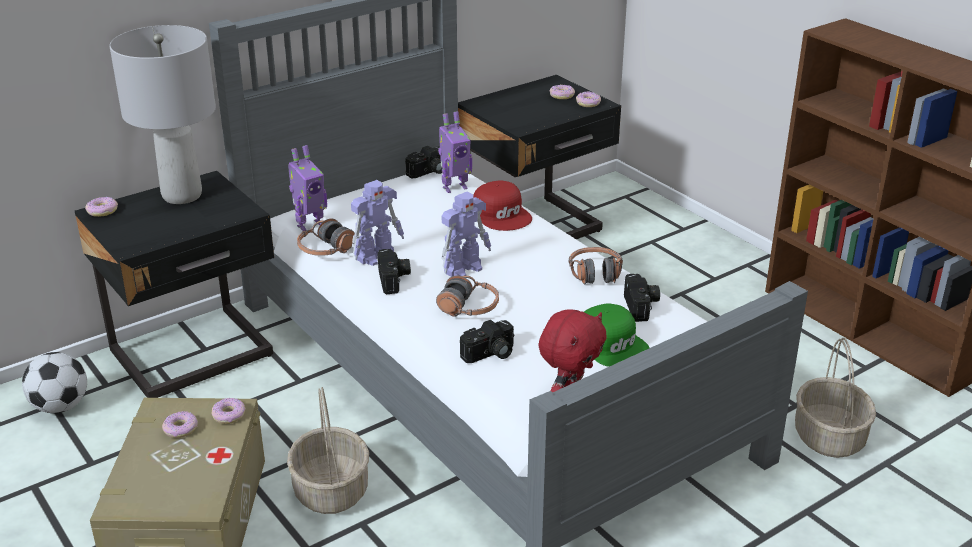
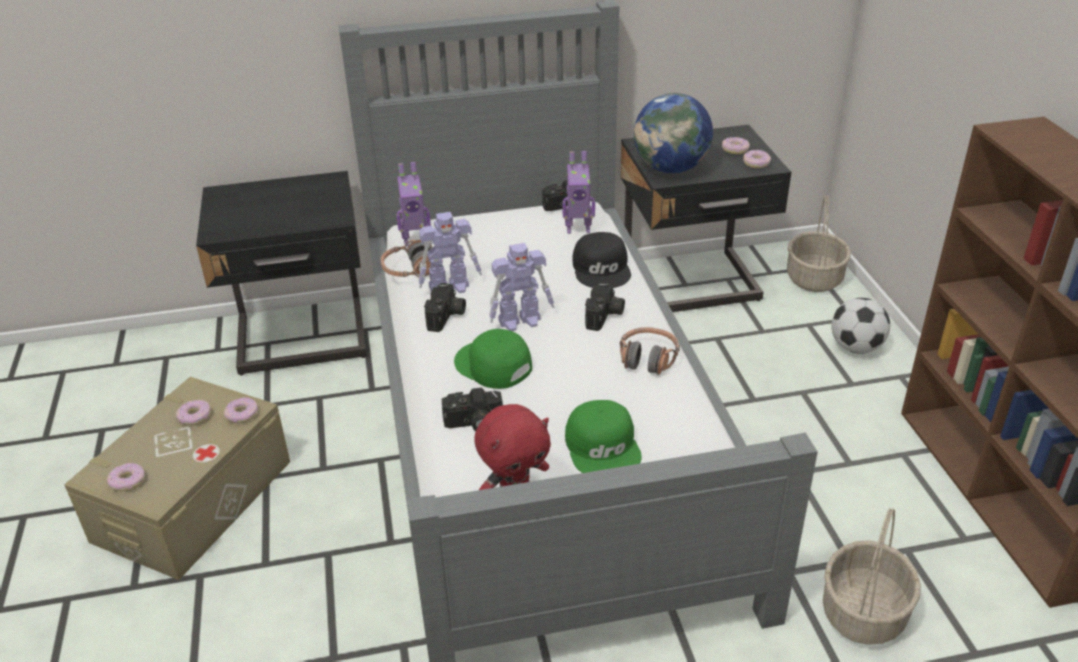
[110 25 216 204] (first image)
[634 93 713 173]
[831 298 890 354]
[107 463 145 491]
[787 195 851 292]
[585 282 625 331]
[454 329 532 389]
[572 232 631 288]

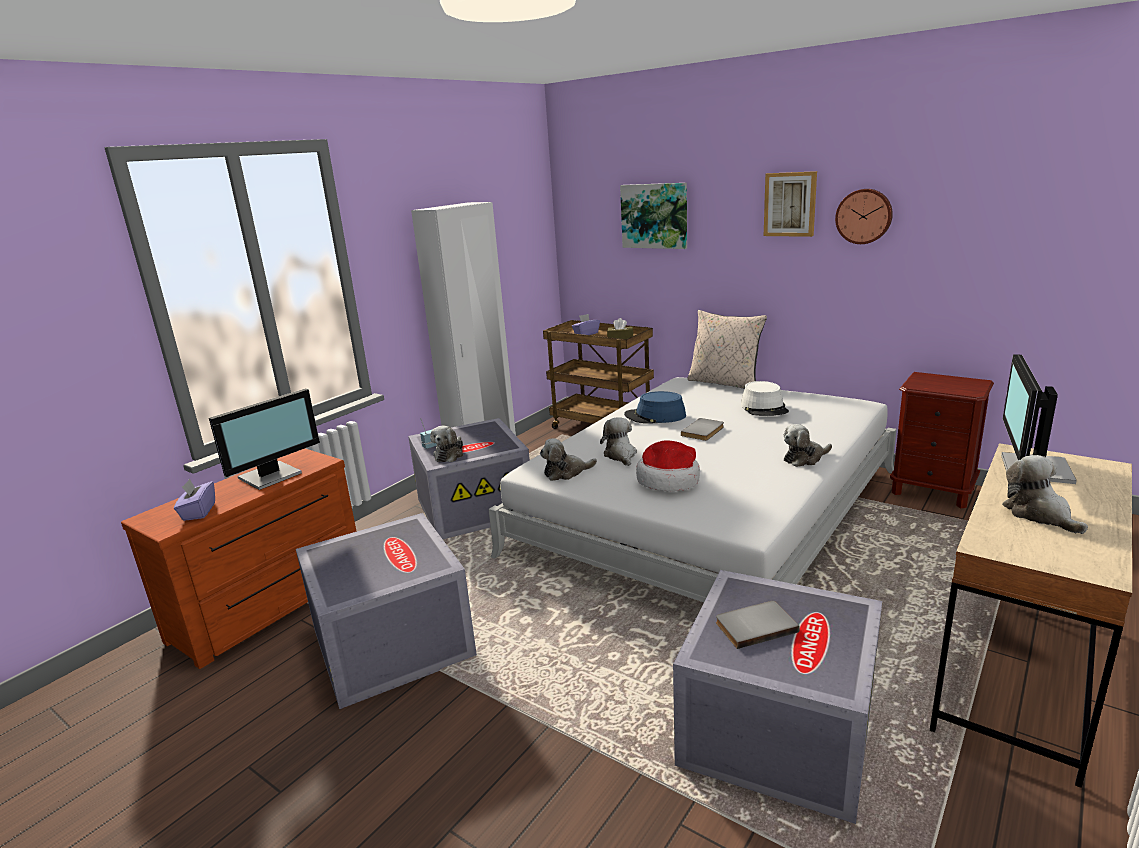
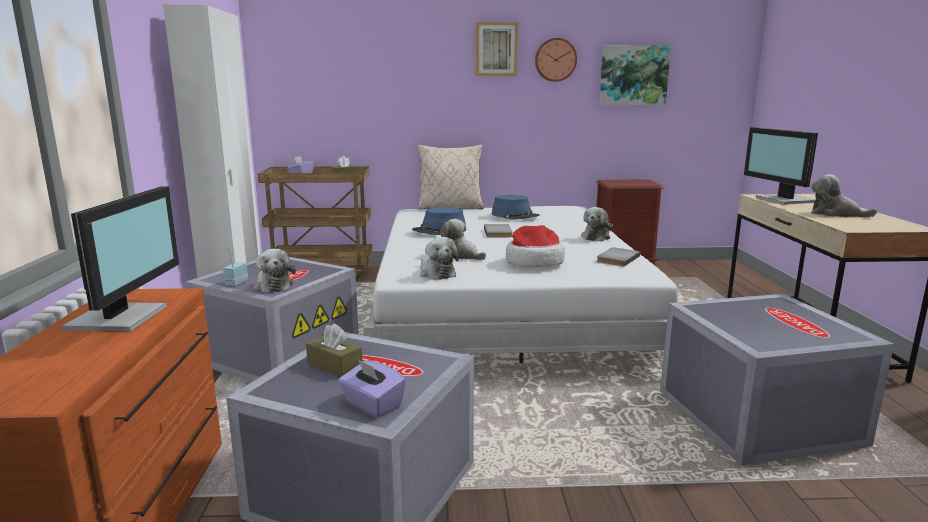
[306 323 362 377]
[338 358 406 418]
[599 45 671 105]
[596 247 640 266]
[492 195 540 220]
[420 237 459 280]

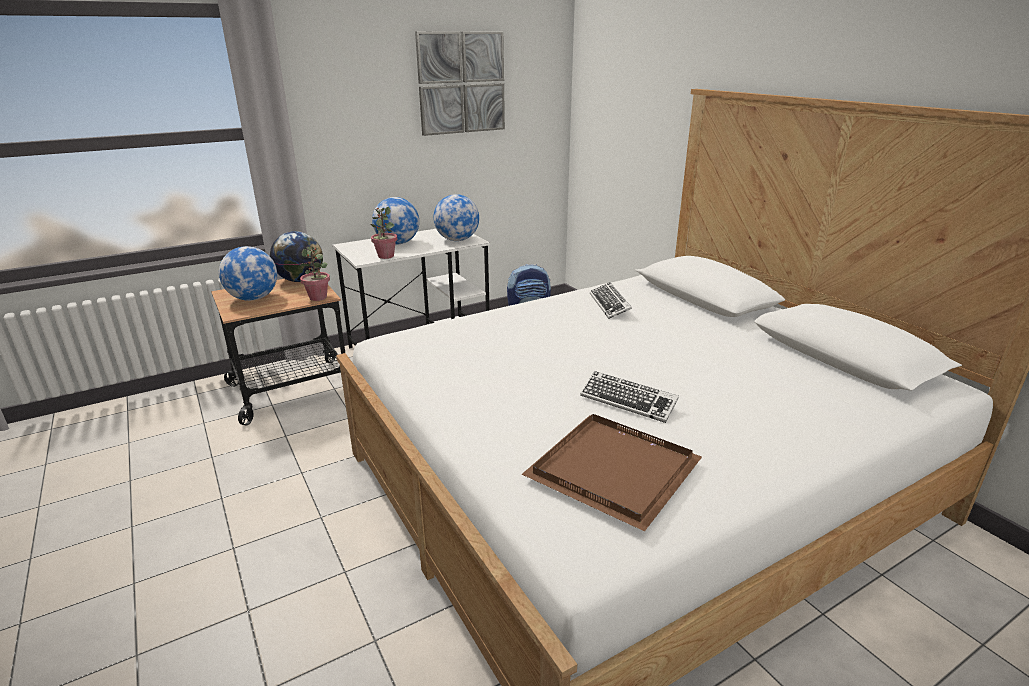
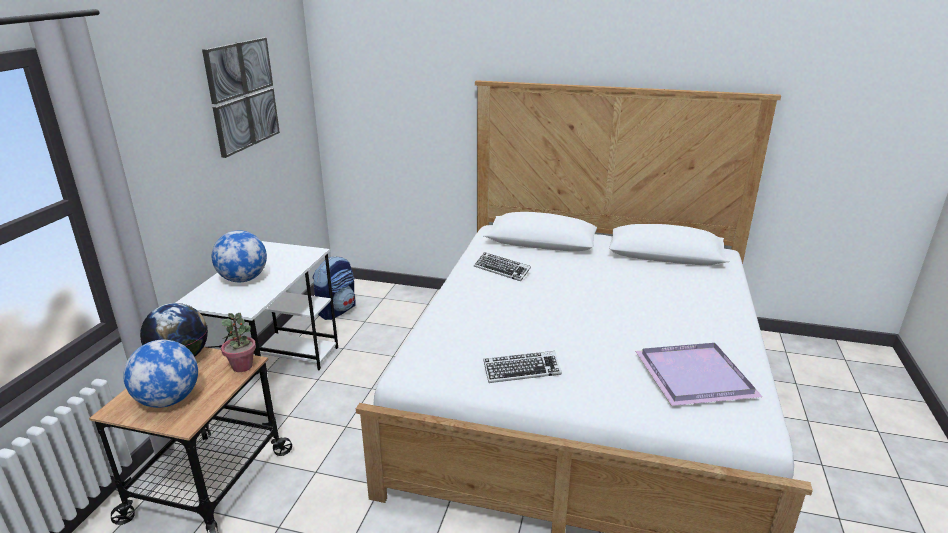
[370 207 398 259] (first image)
[433 194 479 241] (first image)
[483 351 562 383]
[635 343 763 406]

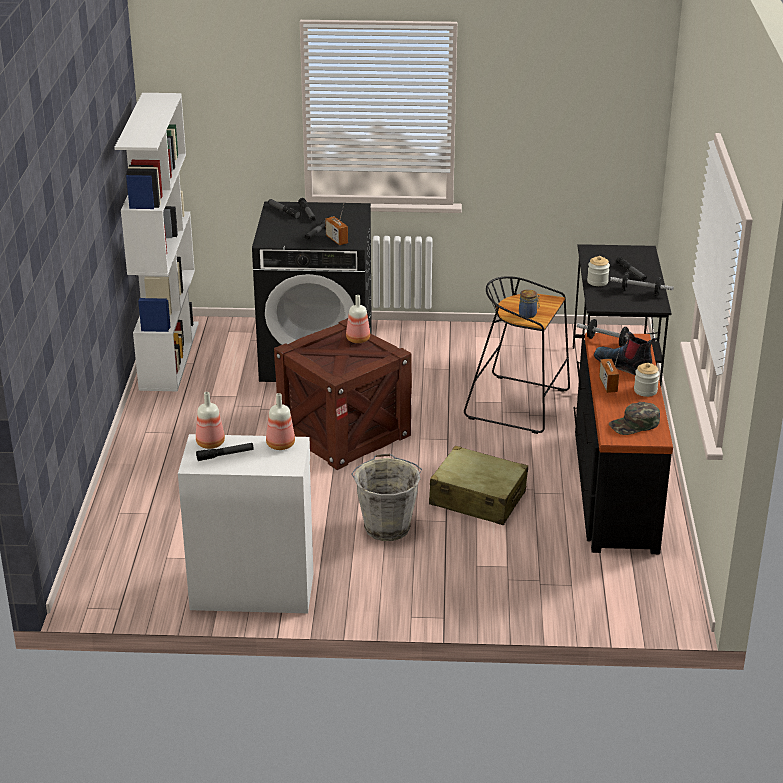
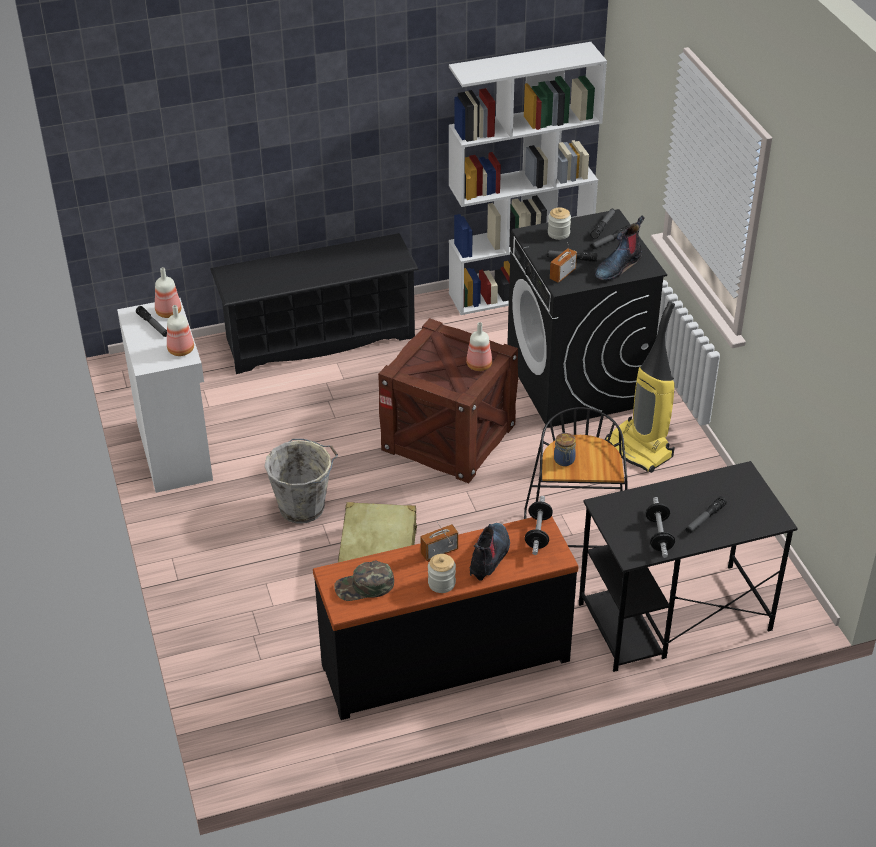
[210 233 419 374]
[595 216 645 280]
[605 301 675 473]
[548 207 571 240]
[334 560 394 601]

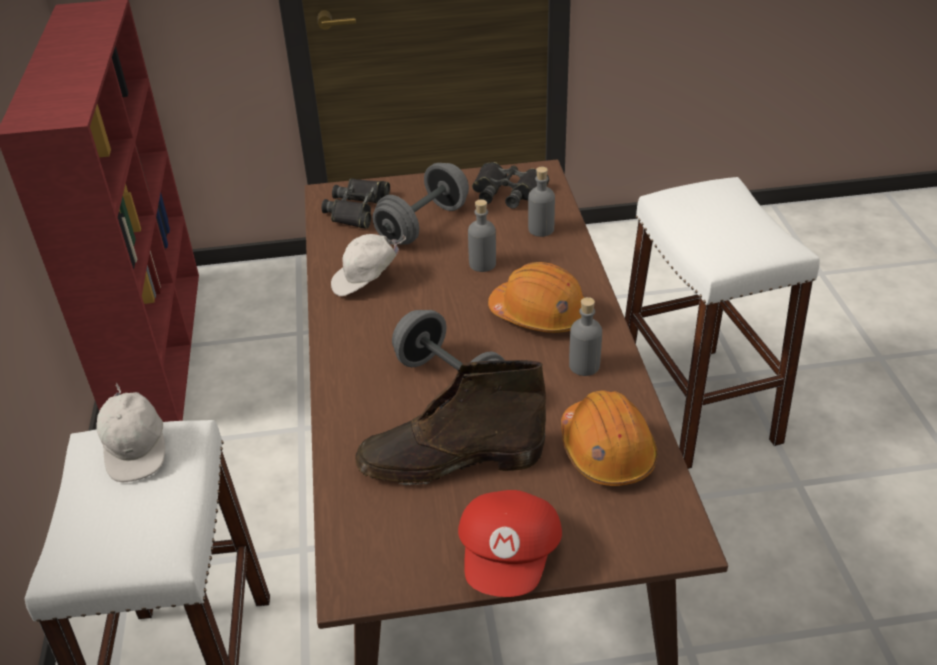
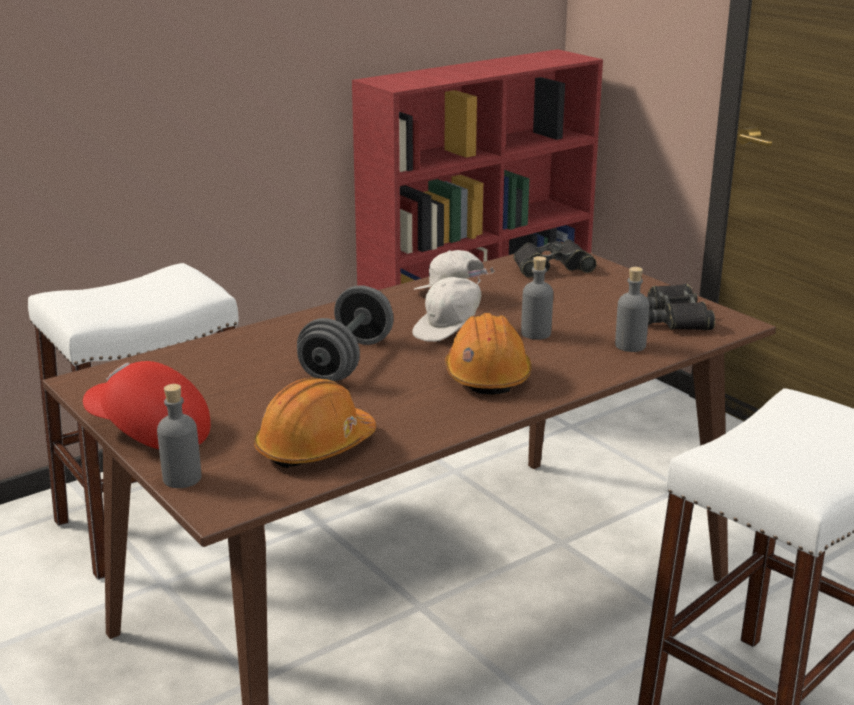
[355 360 546 485] (first image)
[373 163 469 245] (first image)
[412 276 482 342]
[157 384 201 488]
[83 361 211 449]

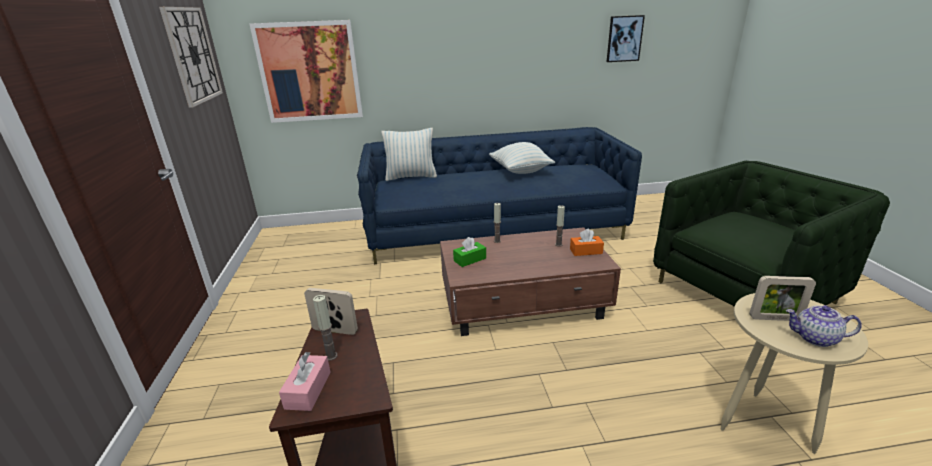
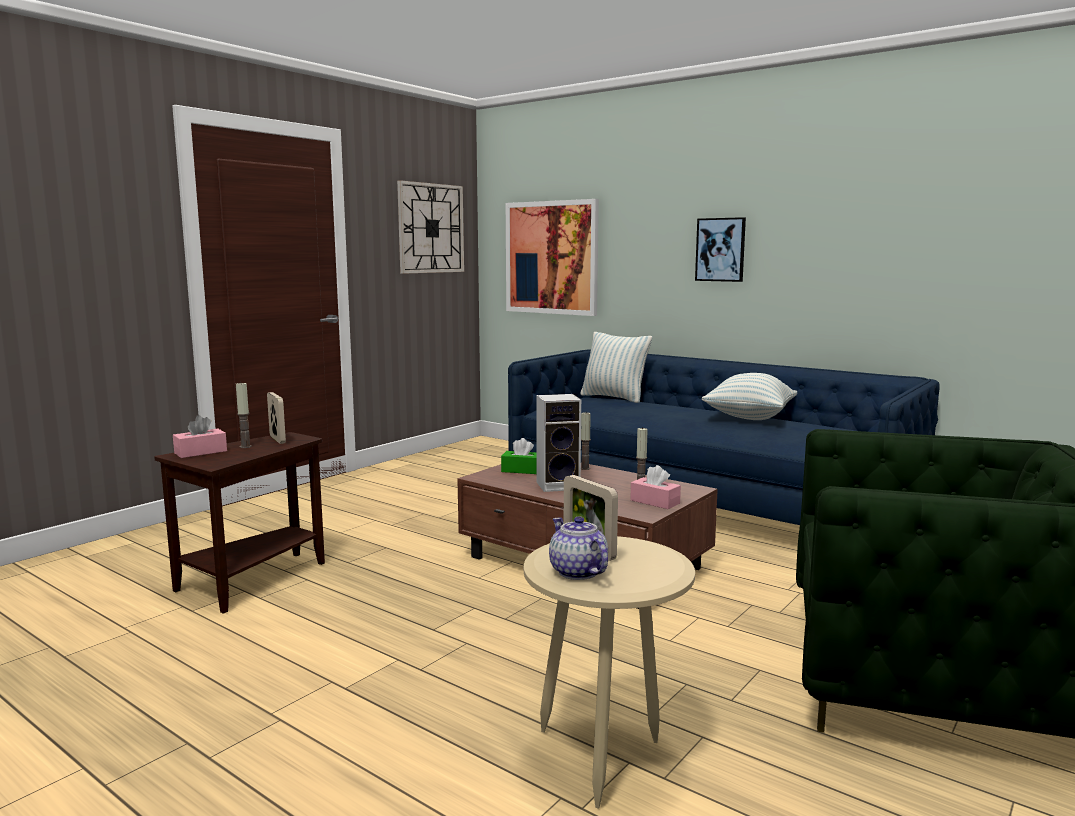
[536 394 581 492]
[695 217 746 282]
[630 465 681 509]

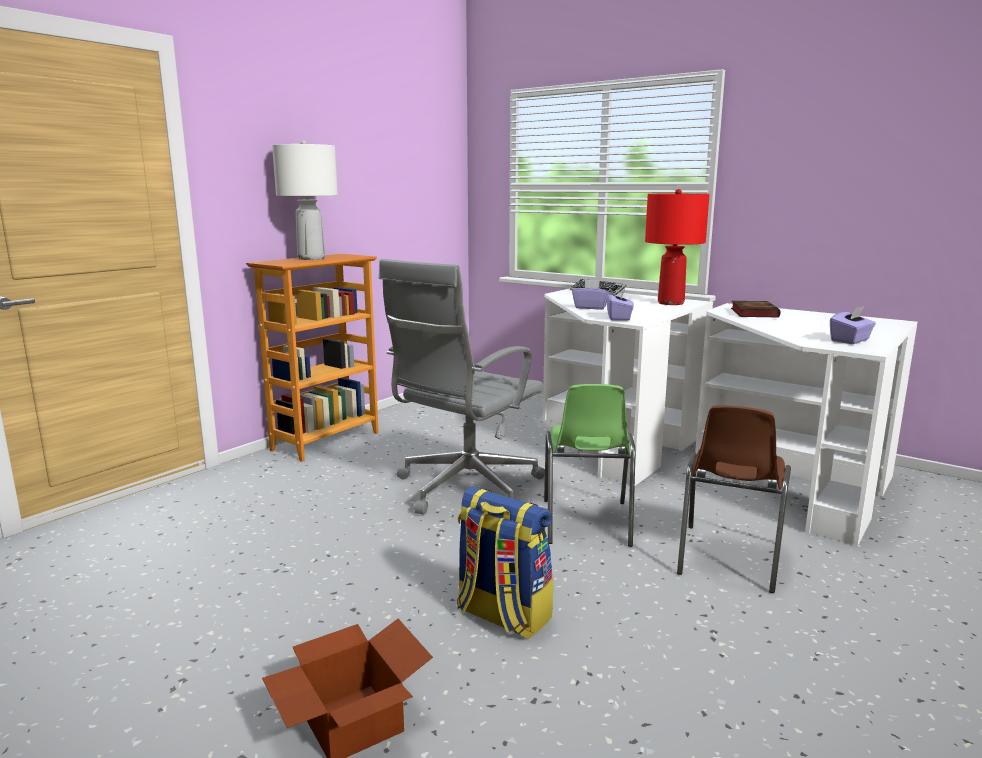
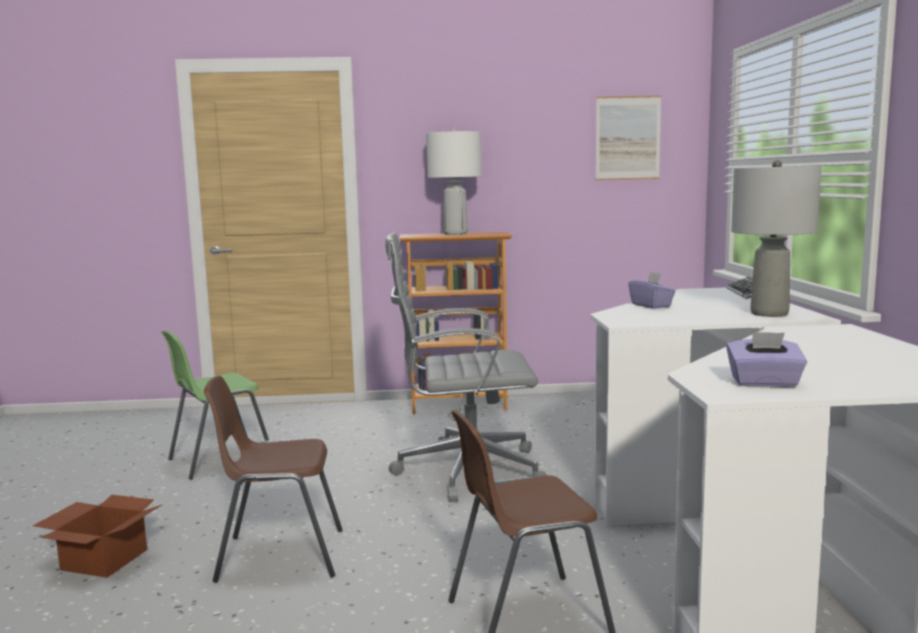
[607 288 634 321] (first image)
[731 301 780 317] (first image)
[595 95 661 181]
[162 330 269 479]
[204 375 342 583]
[731 161 822 317]

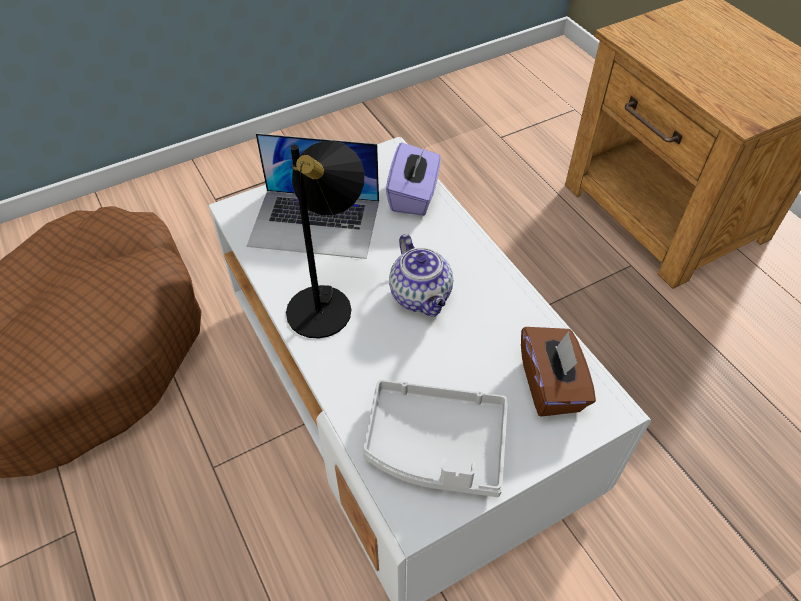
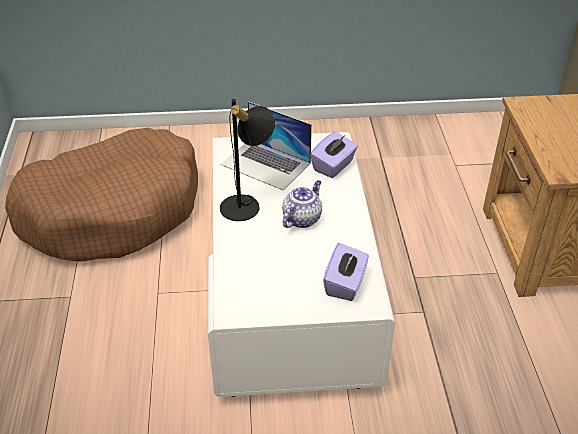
[363 380 508 497] (first image)
[323 243 369 301]
[282 180 322 228]

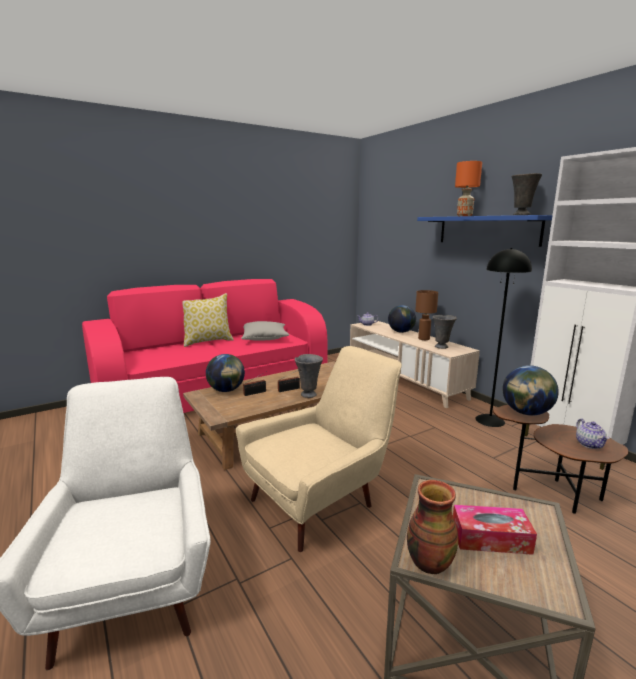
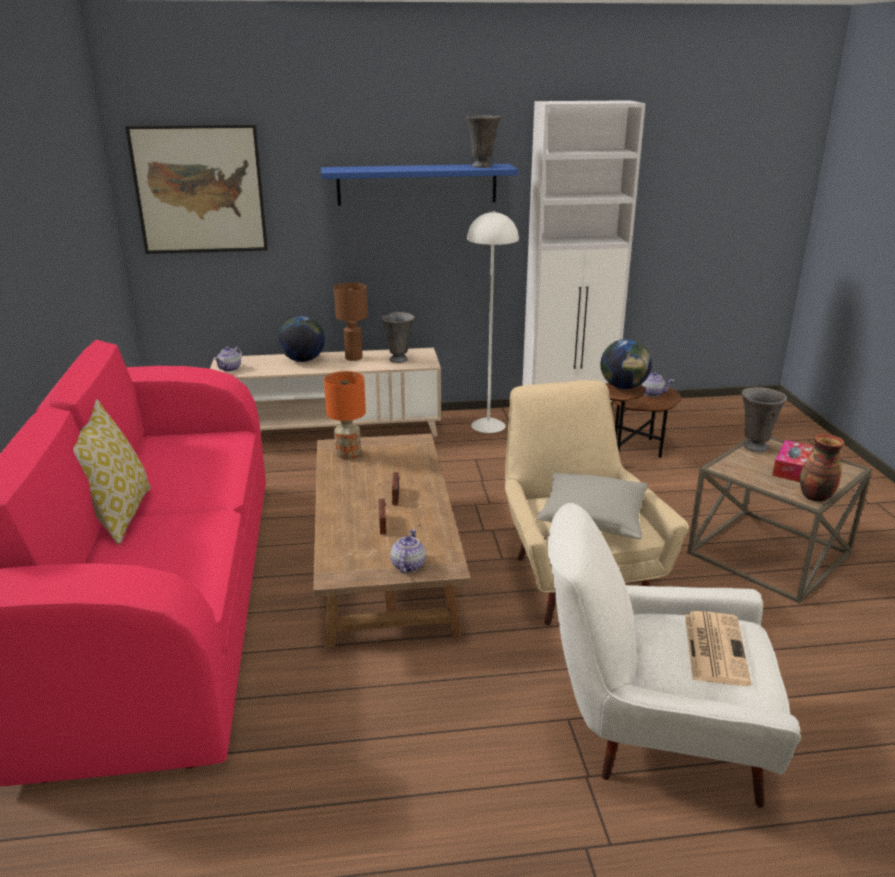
[206 354 245 392] (first image)
[126 125 268 254]
[391 529 426 573]
[685 611 751 686]
[536 473 648 539]
[742 387 787 452]
[324 371 366 459]
[467 211 519 433]

